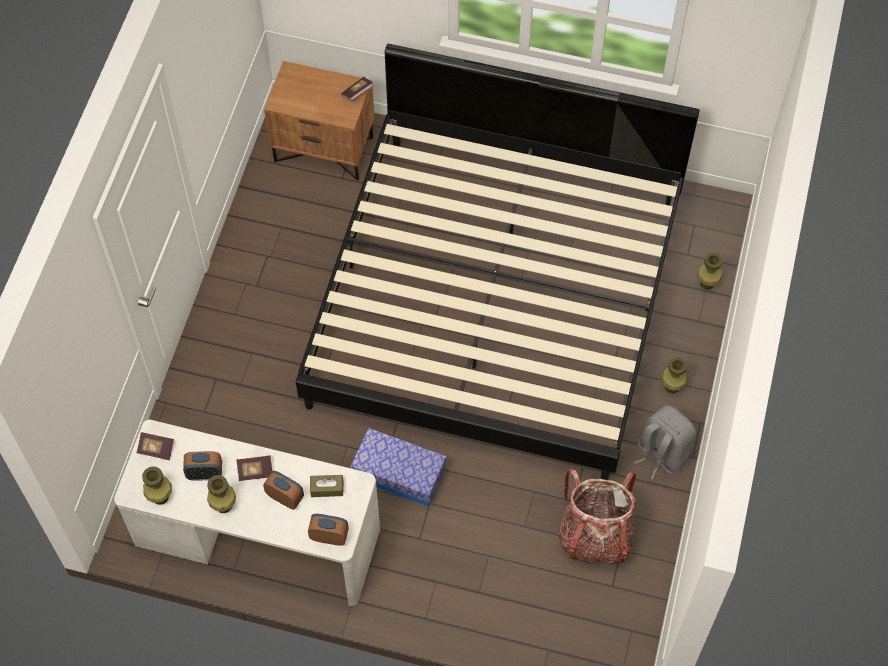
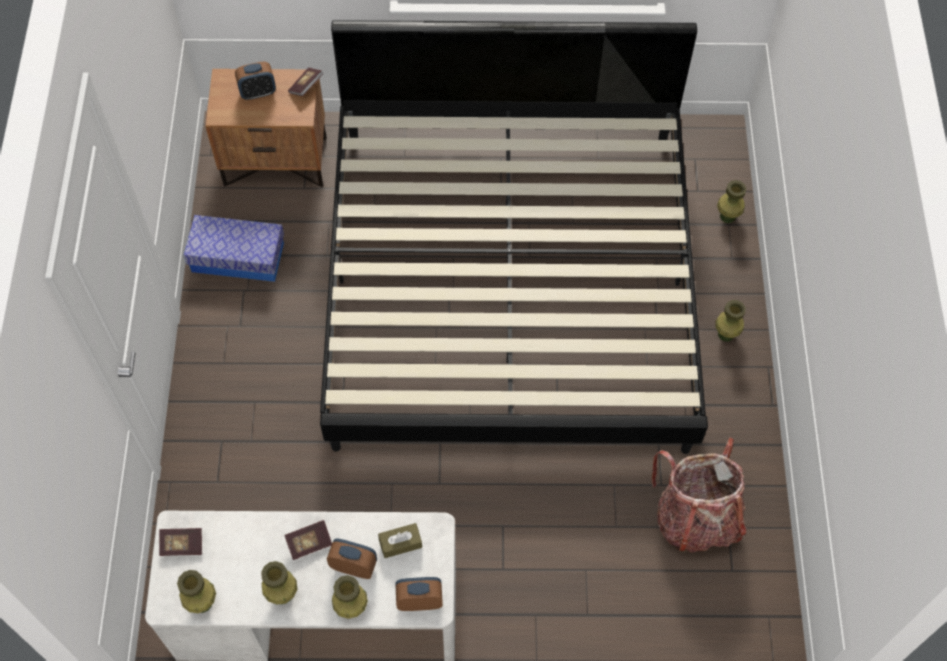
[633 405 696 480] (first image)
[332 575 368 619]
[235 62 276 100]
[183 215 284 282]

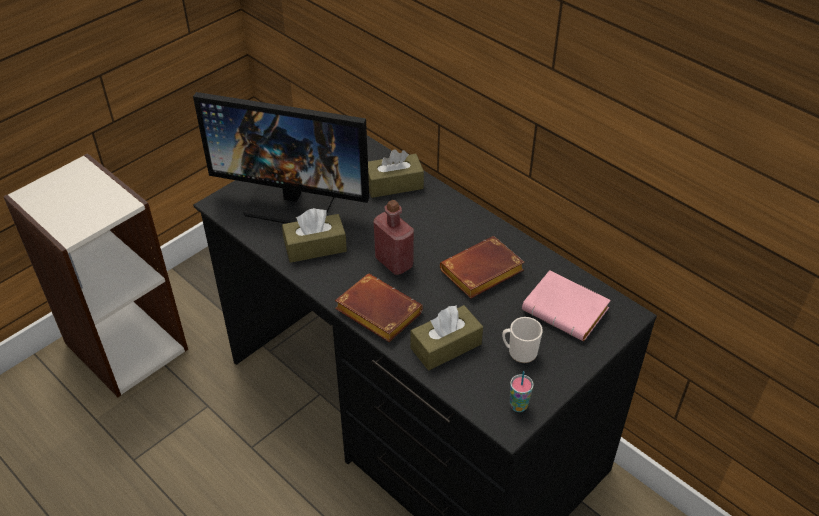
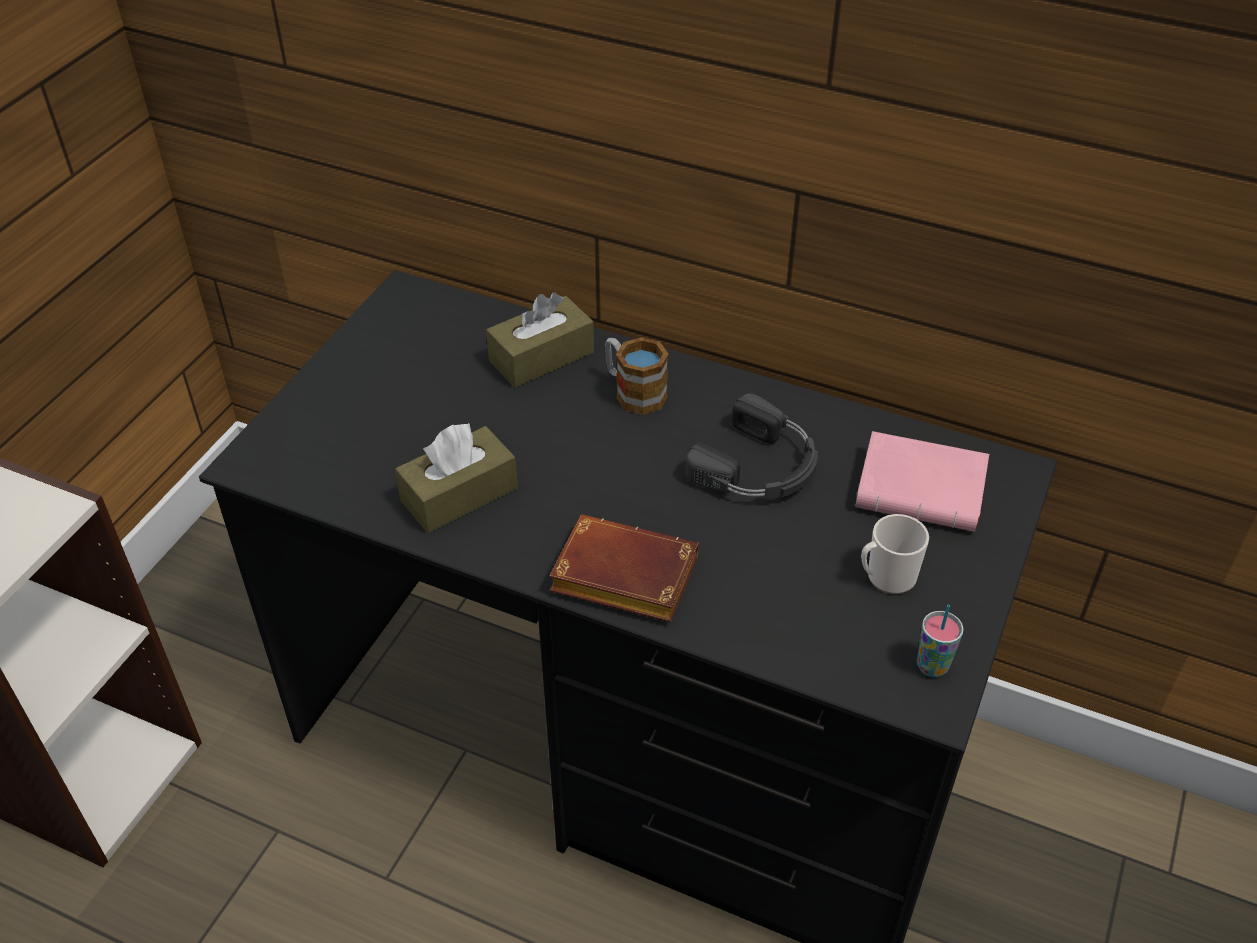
[193 92 369 223] (first image)
[374 200 414 275] (first image)
[411 305 483 370] (first image)
[605 337 669 415]
[686 394 818 500]

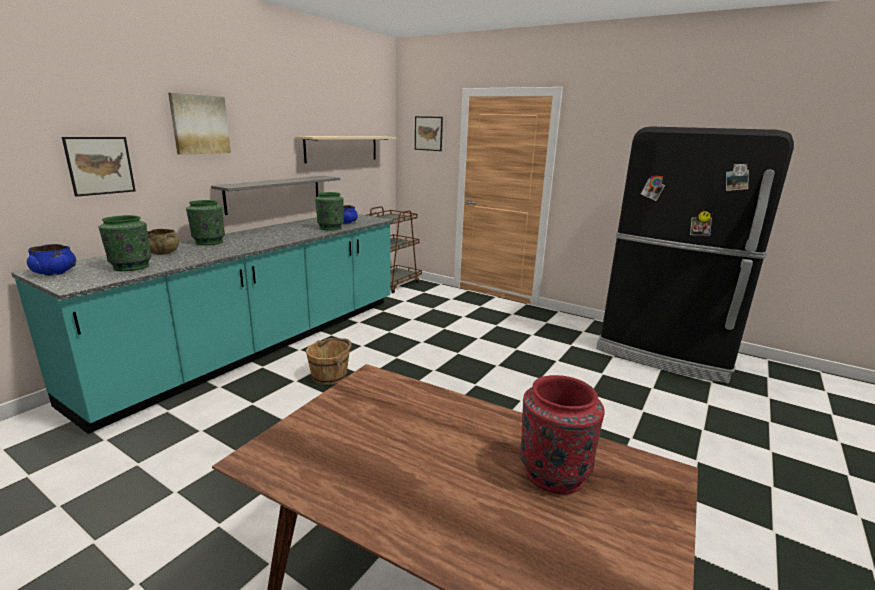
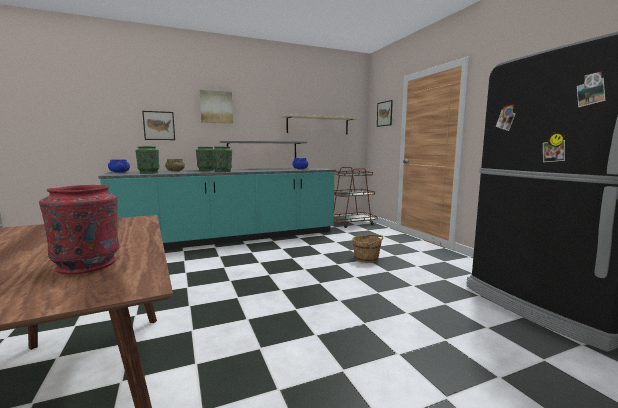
[352 234 383 263]
[212 146 232 172]

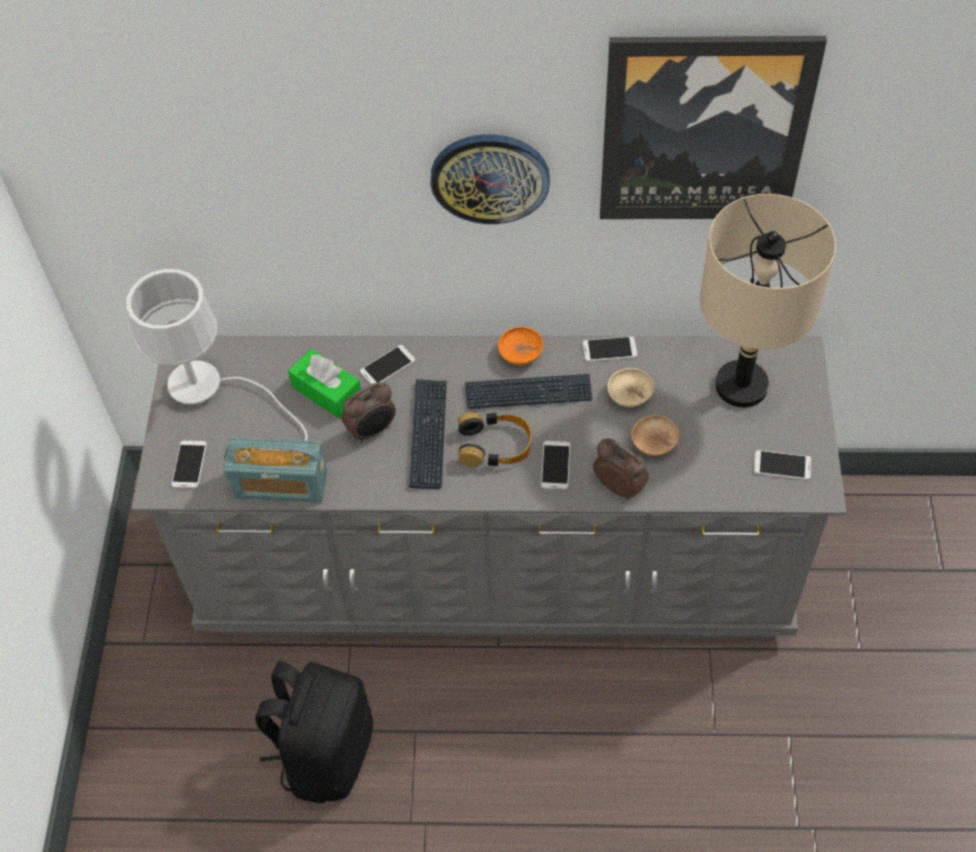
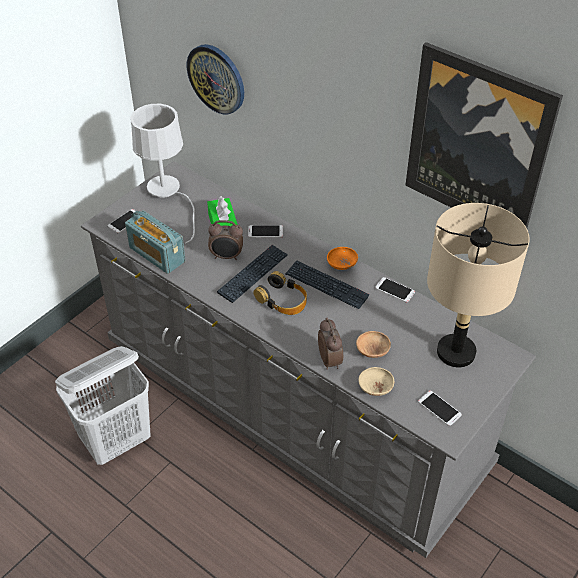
[541 441 570 490] (first image)
[187 44 244 114]
[359 367 394 396]
[55 346 150 465]

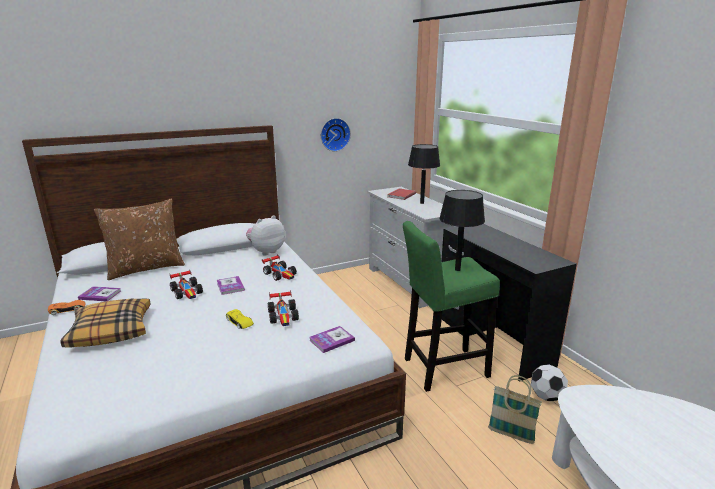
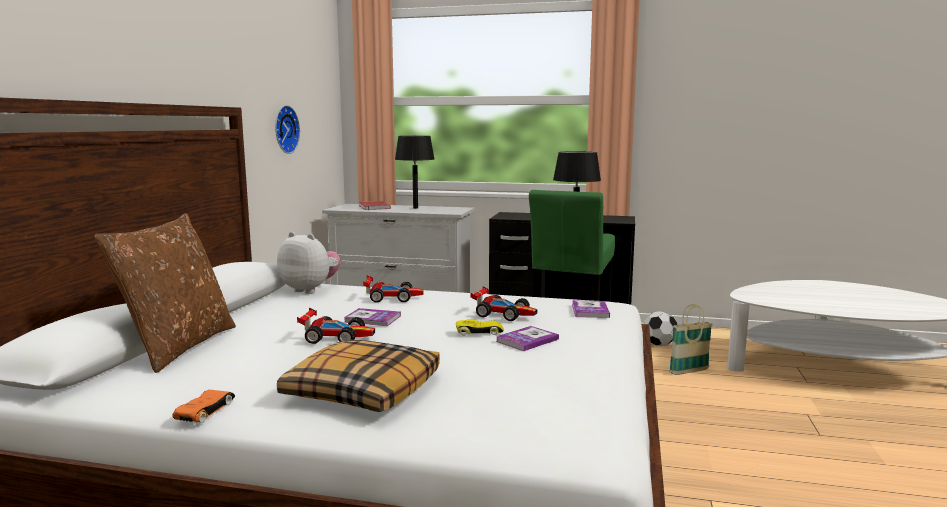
[496 326 559 351]
[277 232 341 294]

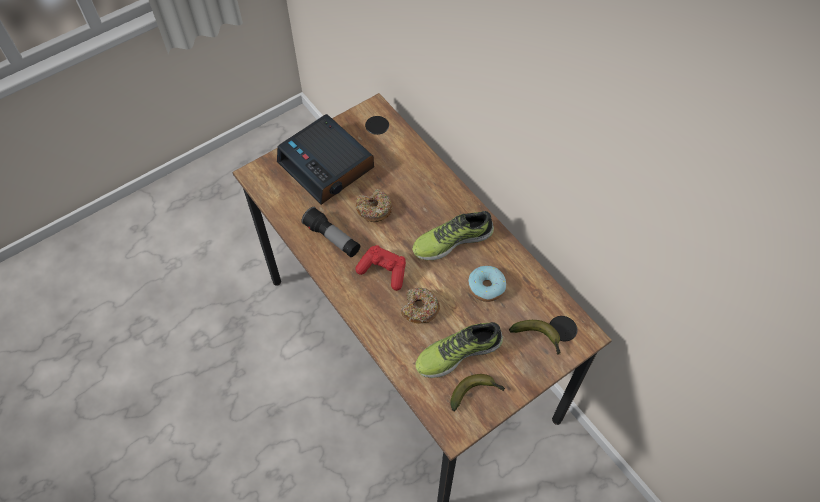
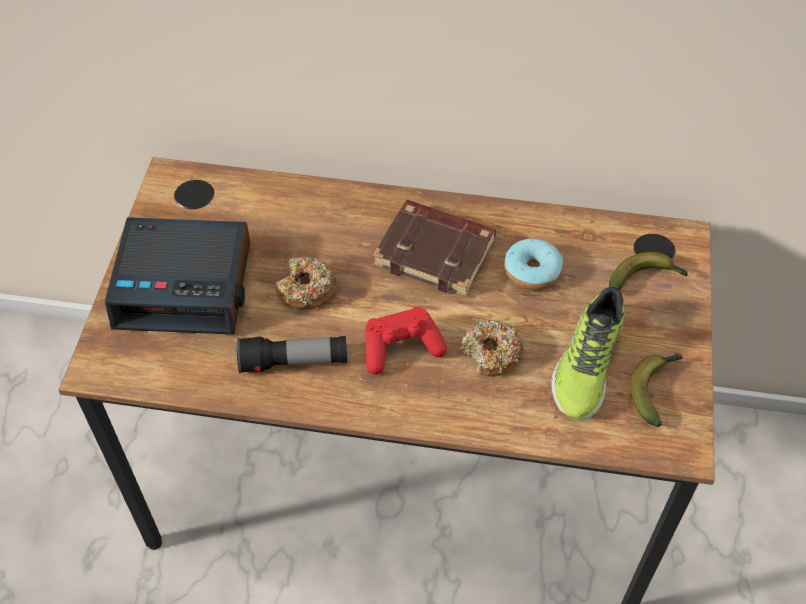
[373 200 496 298]

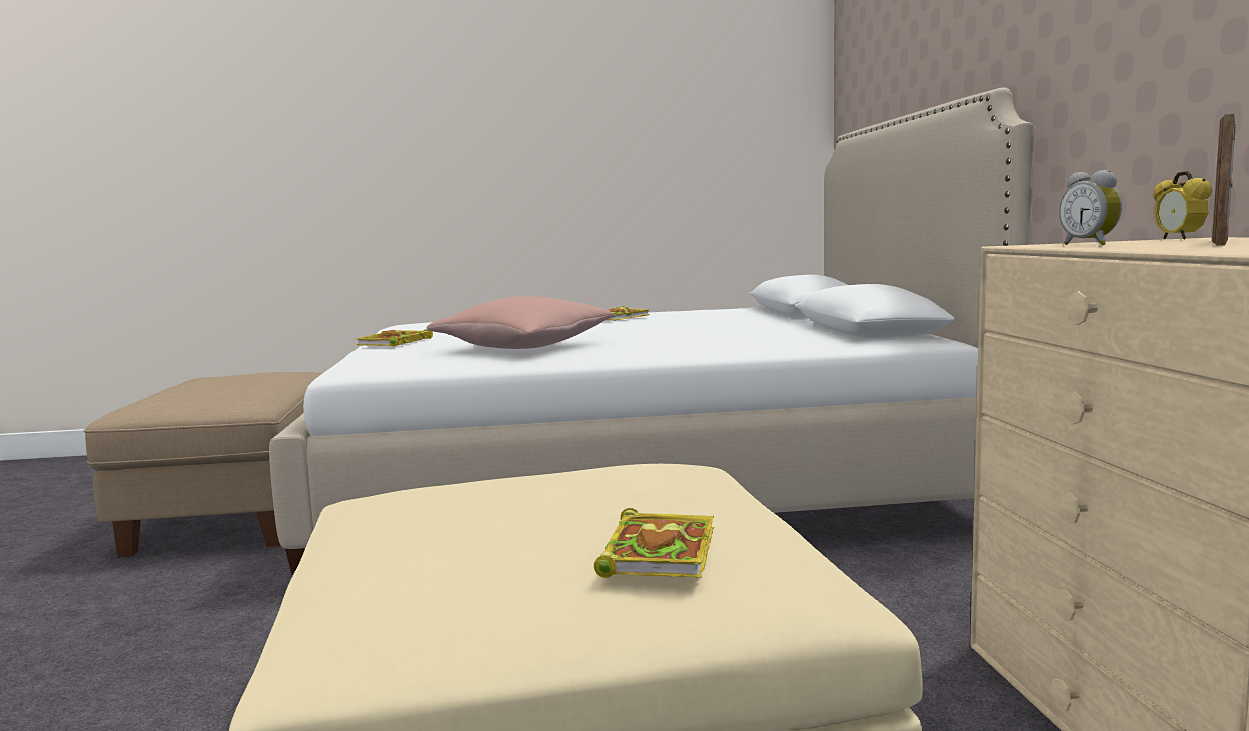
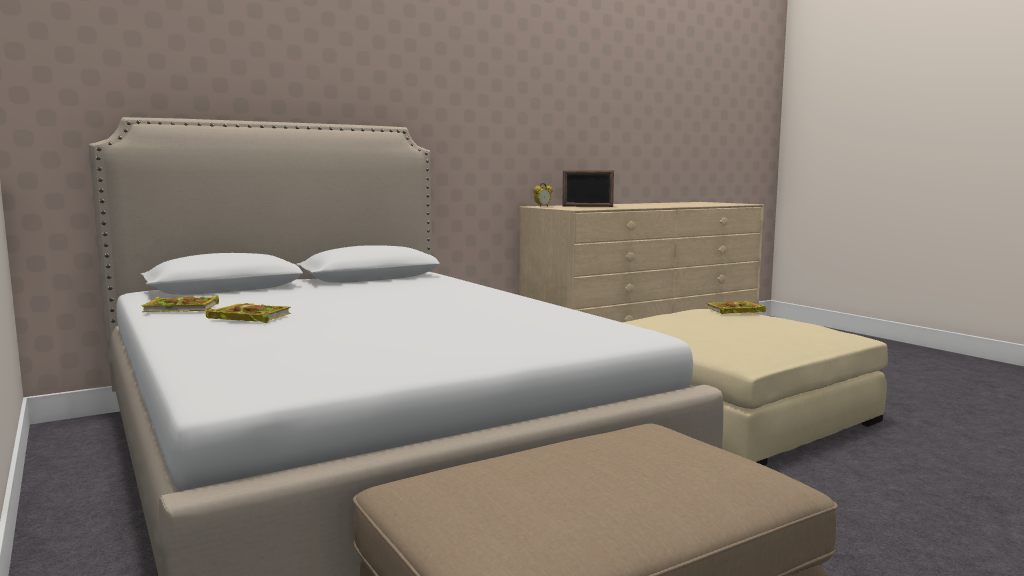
[427 296 616 349] (first image)
[1059 170 1122 245] (first image)
[141 295 219 312]

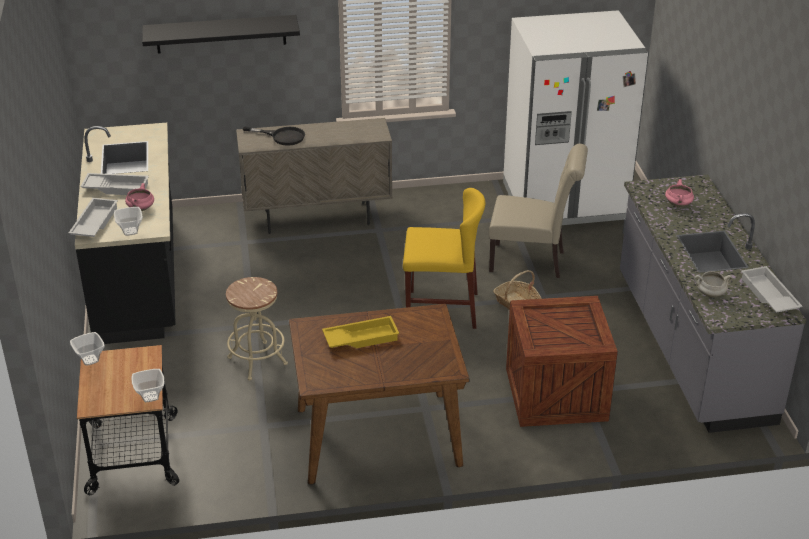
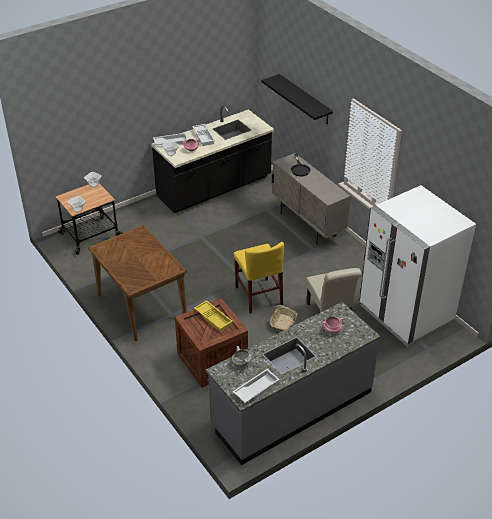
[226 277 288 380] (first image)
[194 300 233 332]

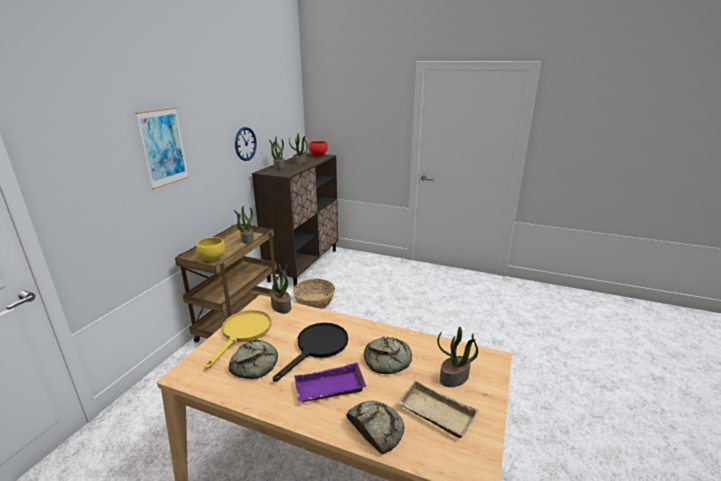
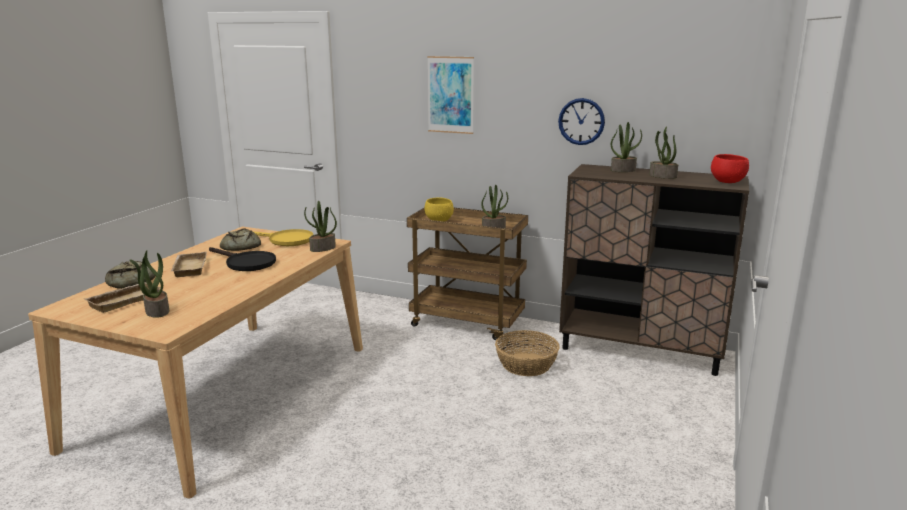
[364 337 412 374] (first image)
[171 252 207 277]

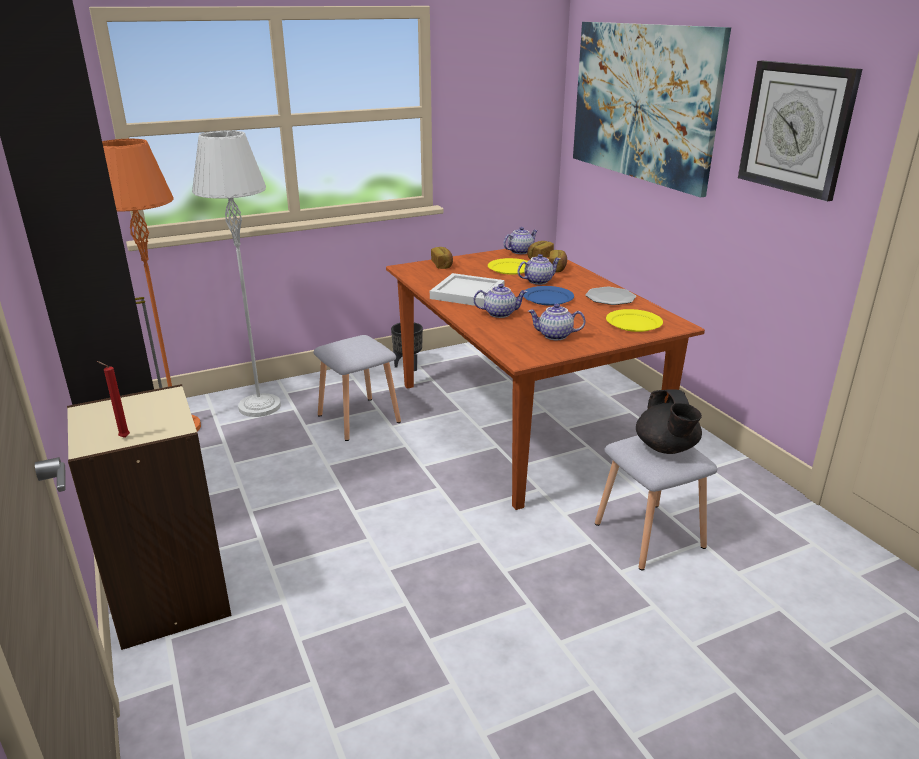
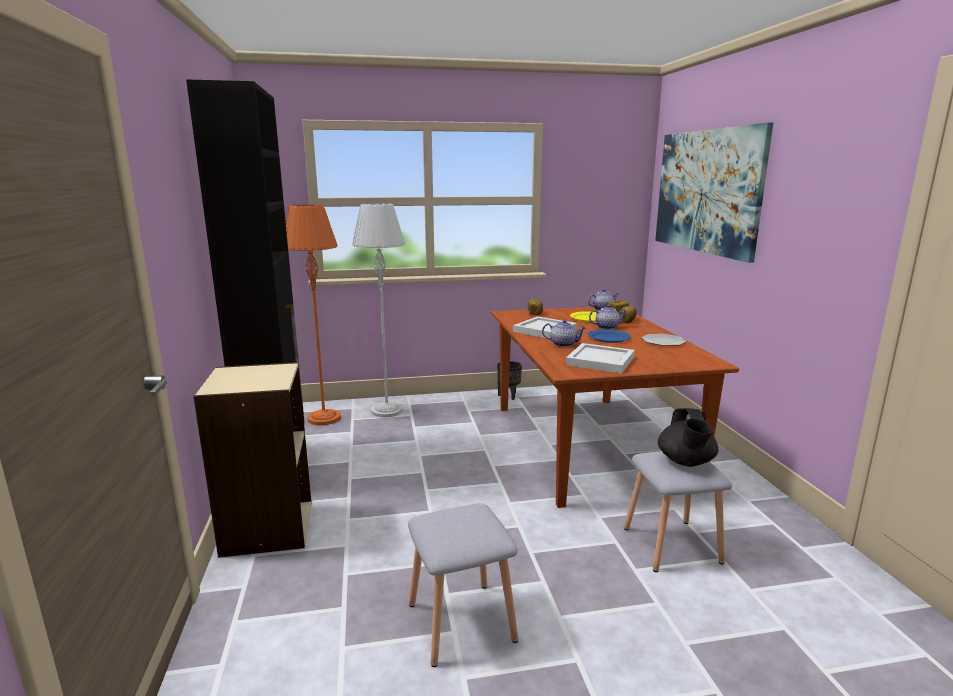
[96 361 130 438] (first image)
[606 309 663 332] (first image)
[738 61 862 201] (first image)
[408 503 518 667]
[566 343 635 373]

